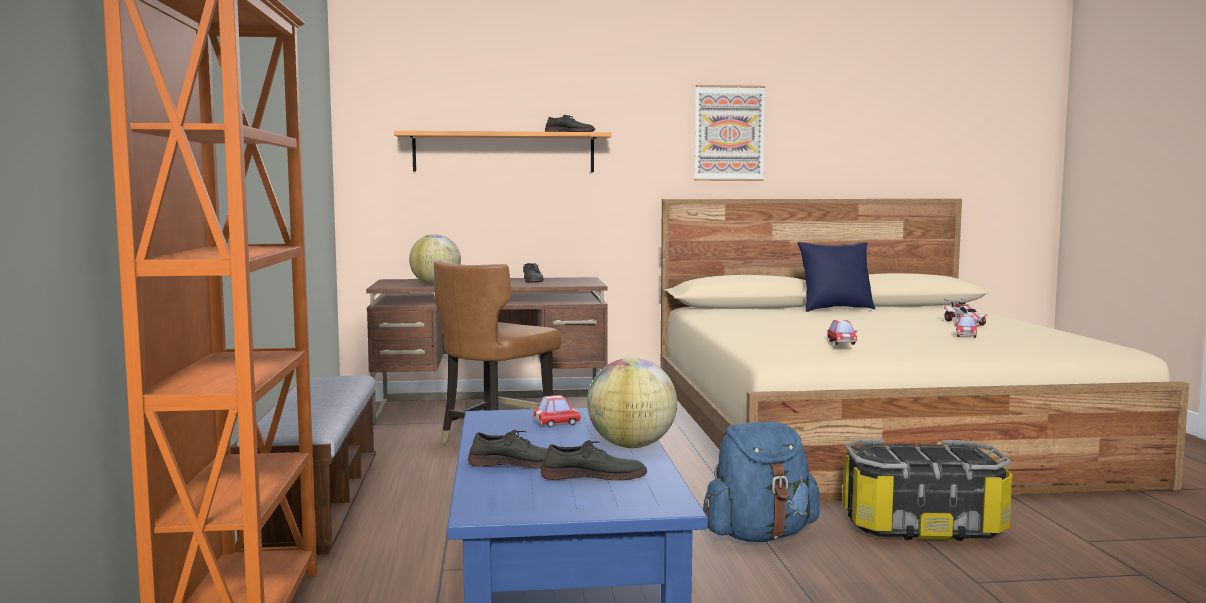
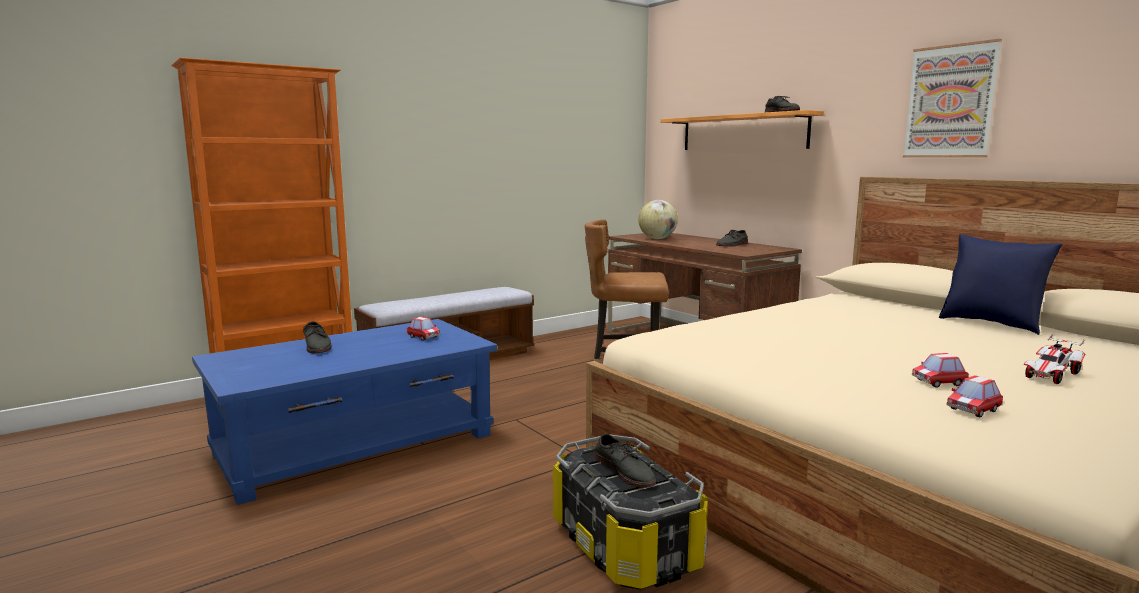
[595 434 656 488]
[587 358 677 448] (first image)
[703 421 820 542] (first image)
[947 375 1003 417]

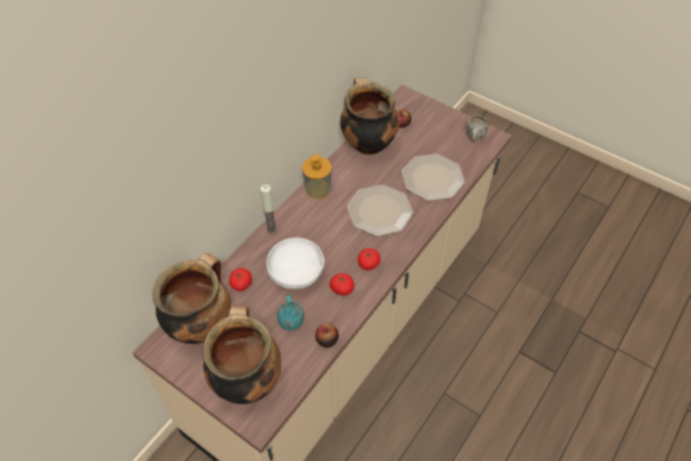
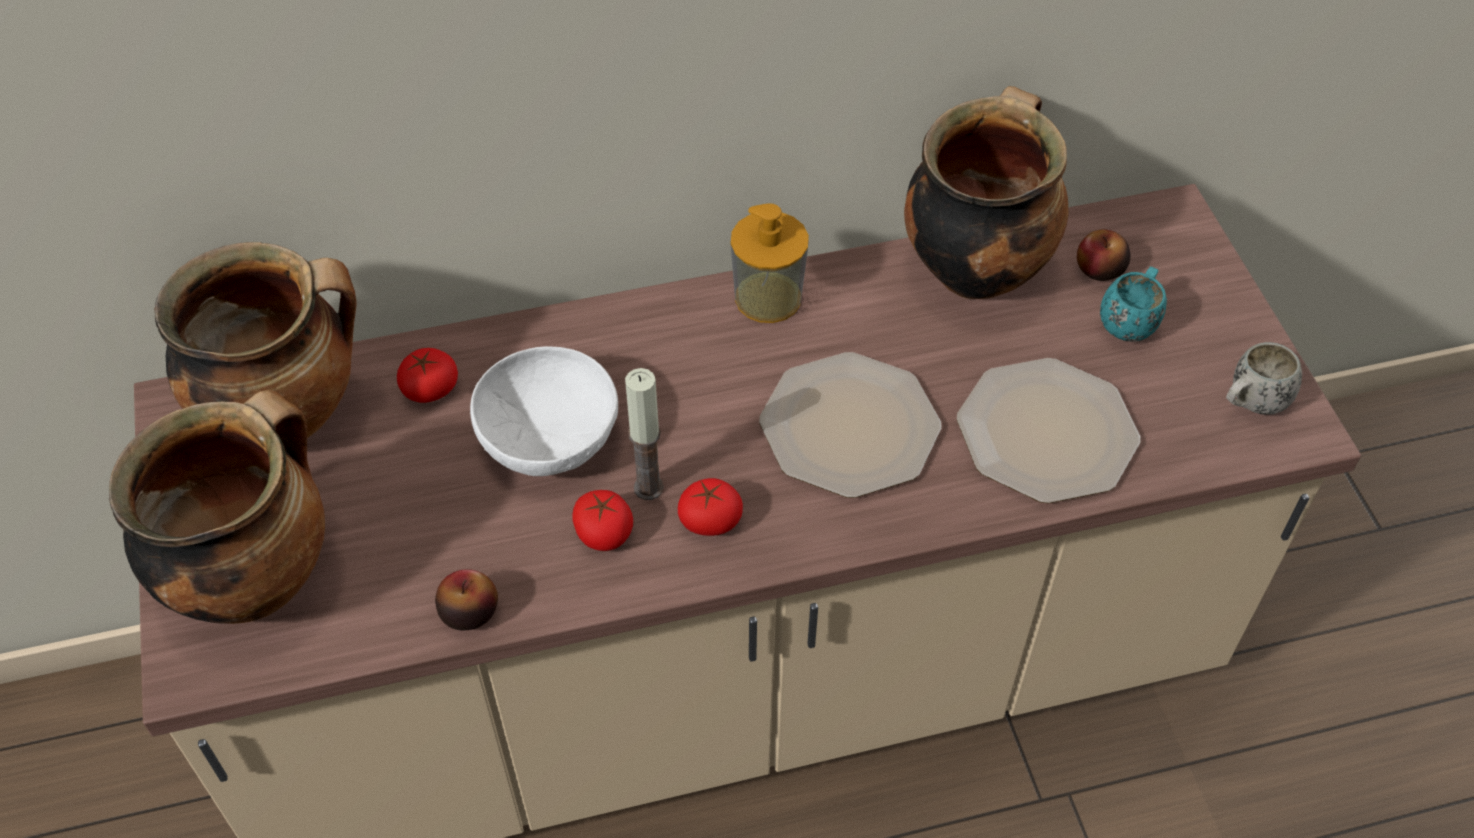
[625 368 664 500]
[1100 267 1167 342]

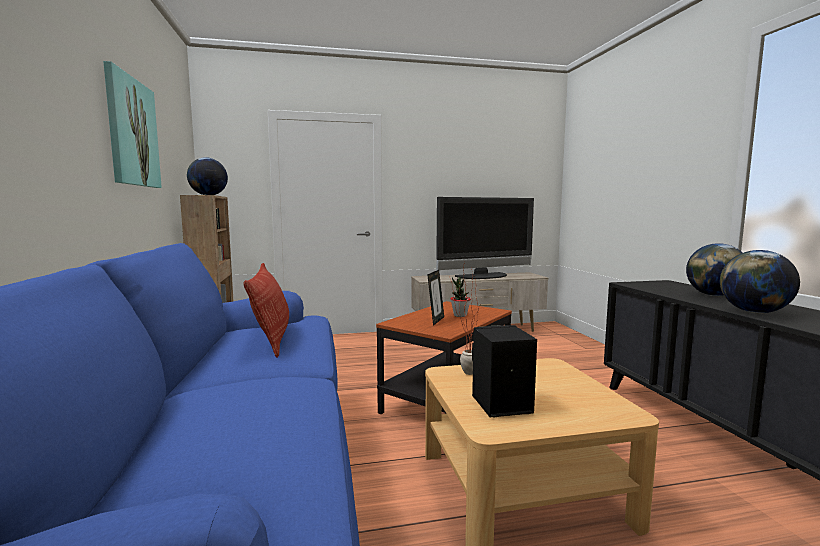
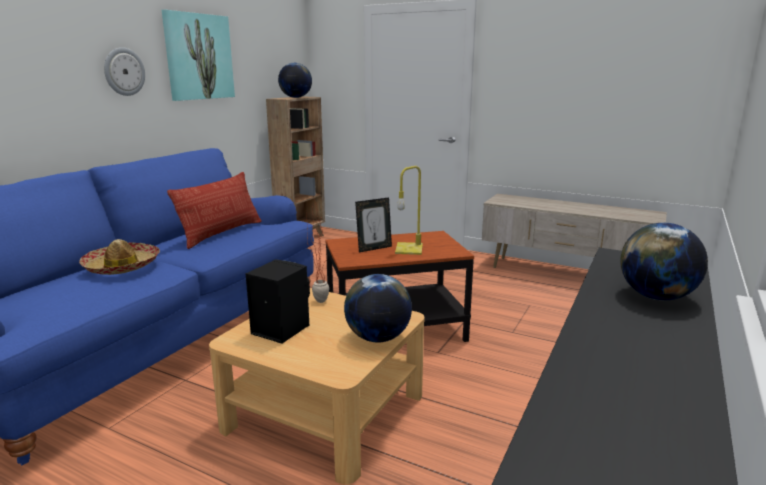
[436 197 534 279] (first image)
[395 166 423 255]
[344 274 412 343]
[79 239 160 275]
[104 47 145 96]

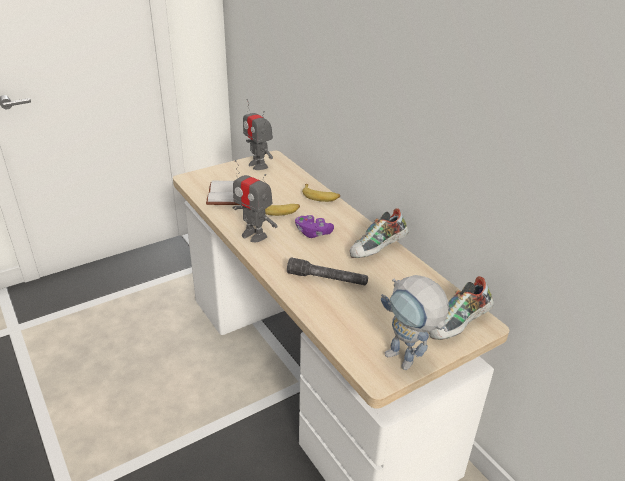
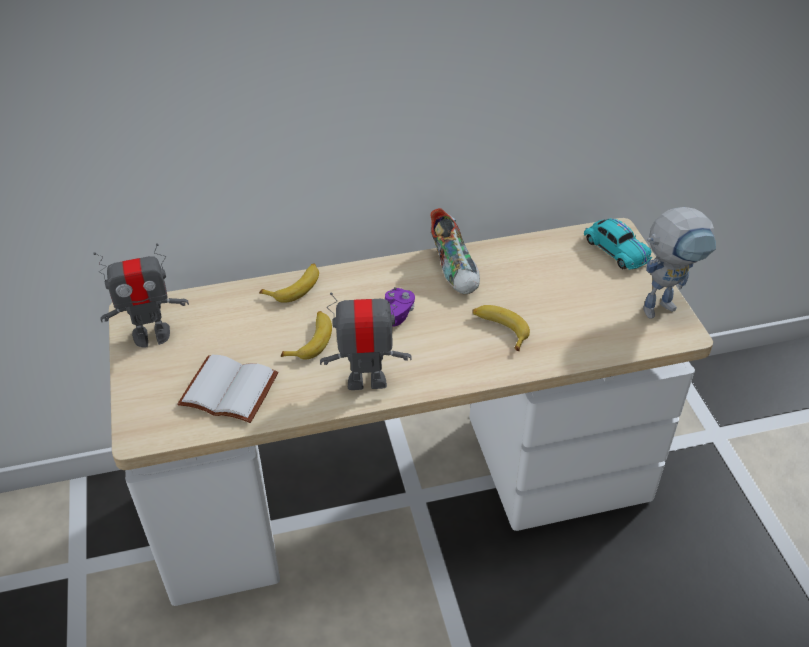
[320 287 412 390]
[472 305 530 351]
[584 219 652 270]

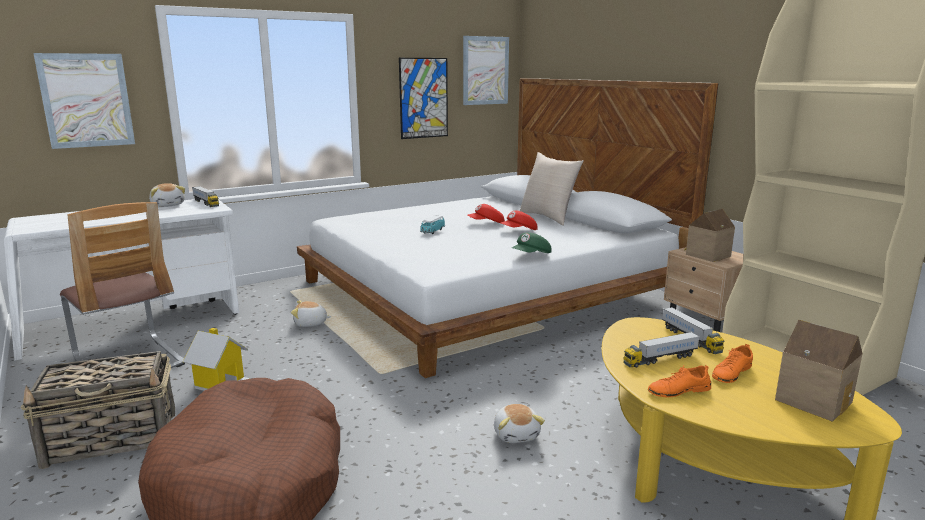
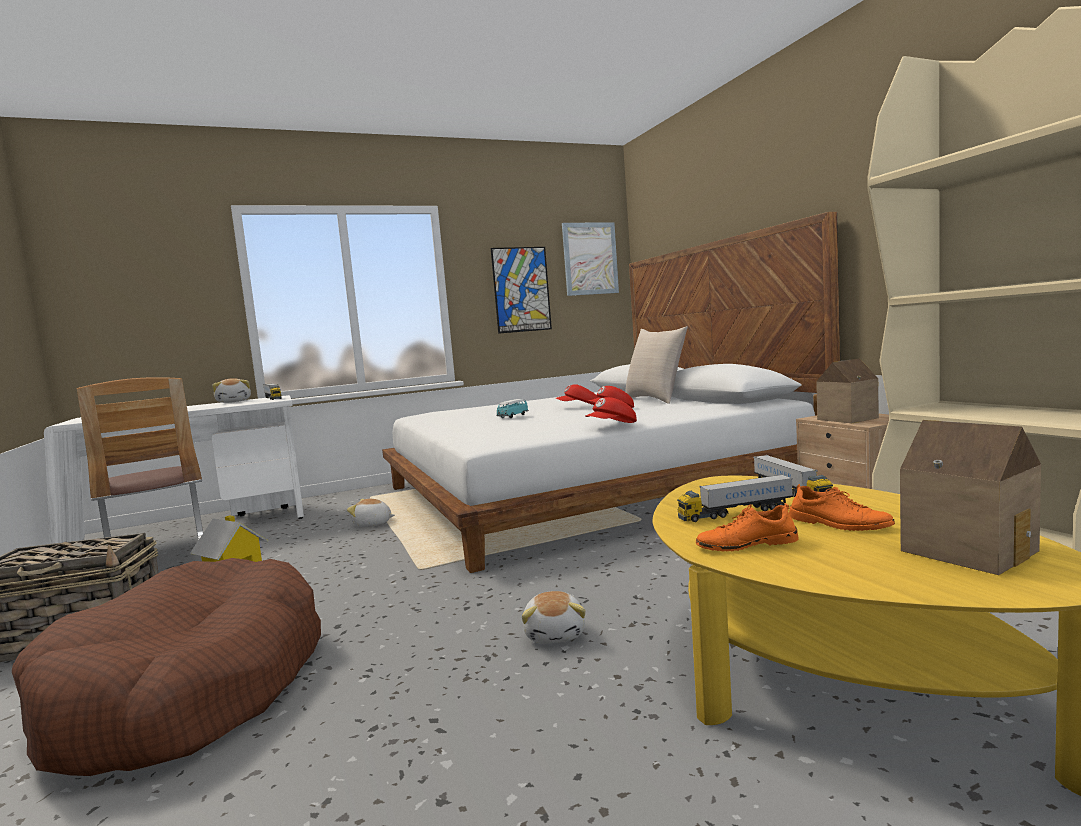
[33 53 135 149] (first image)
[585 397 637 423]
[789 484 895 531]

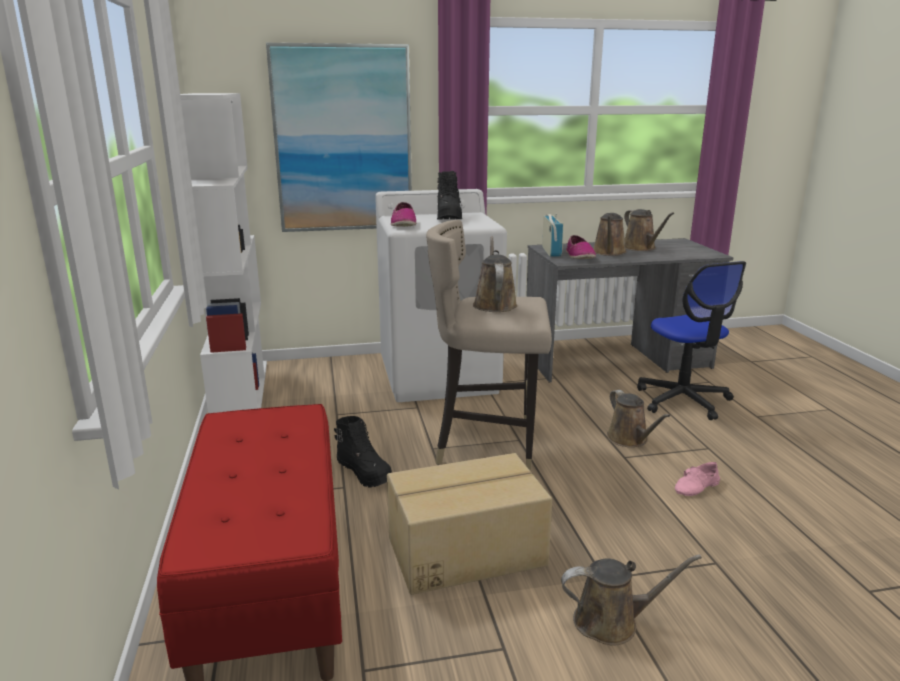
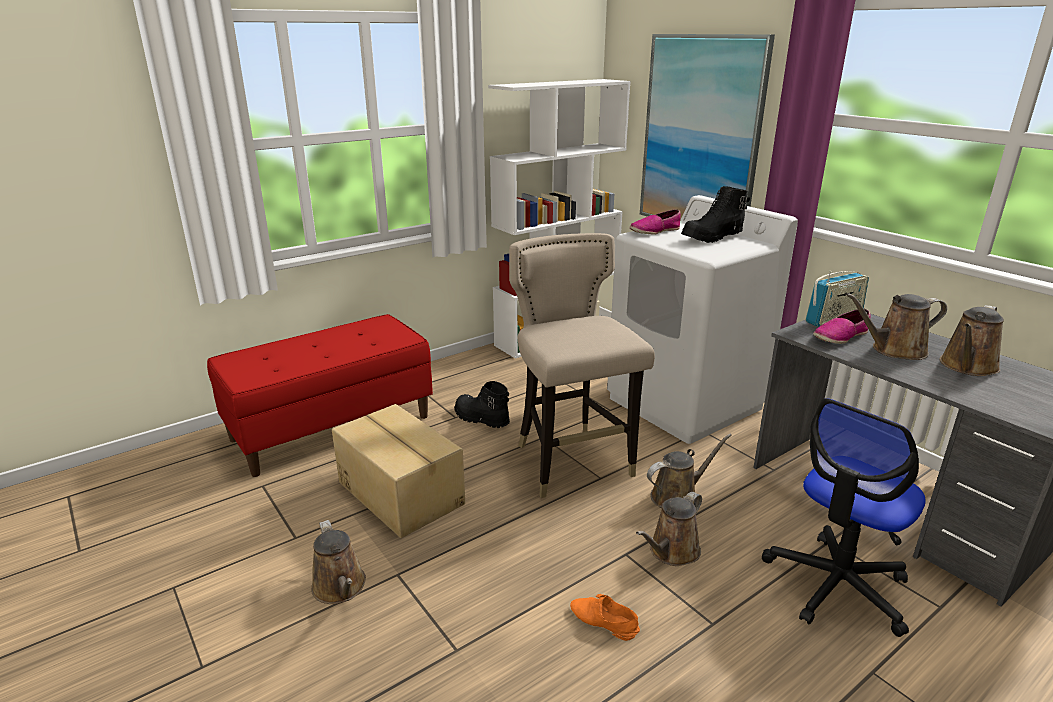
[454 381 510 428]
[647 434 732 508]
[570 594 640 641]

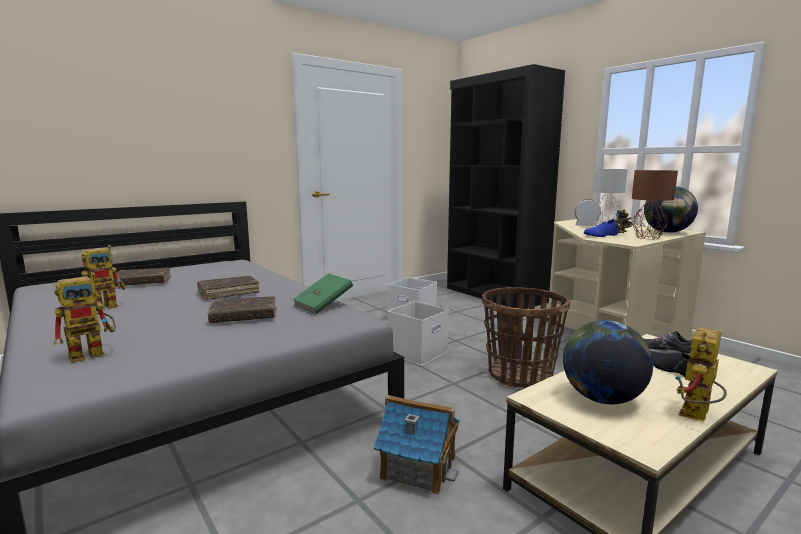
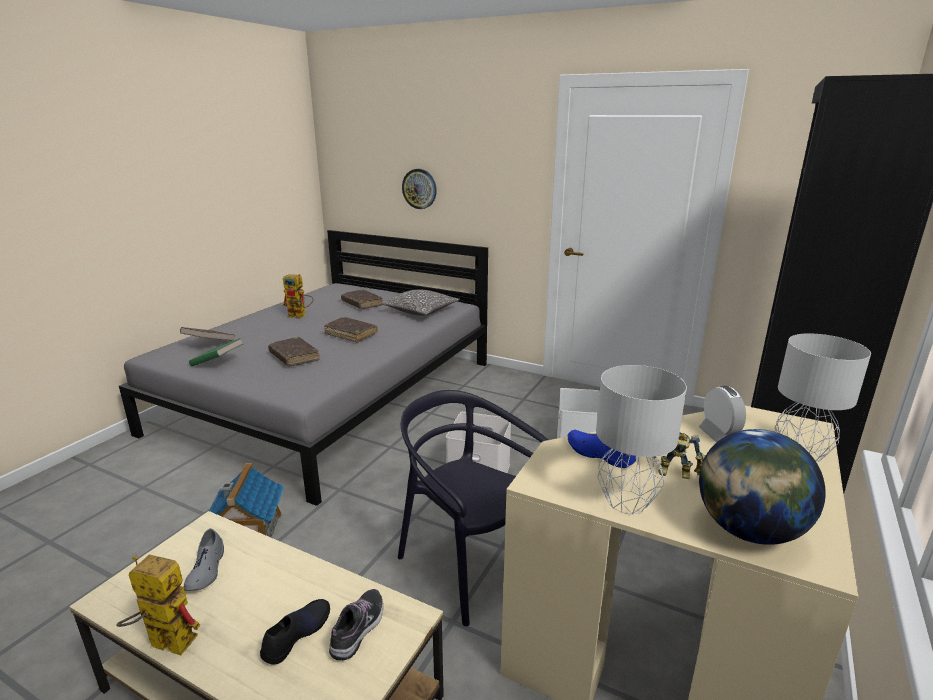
[180 327 234 341]
[189 338 243 367]
[398 390 548 626]
[184 528 224 591]
[596 365 687 514]
[380 290 459 316]
[402 169 437 209]

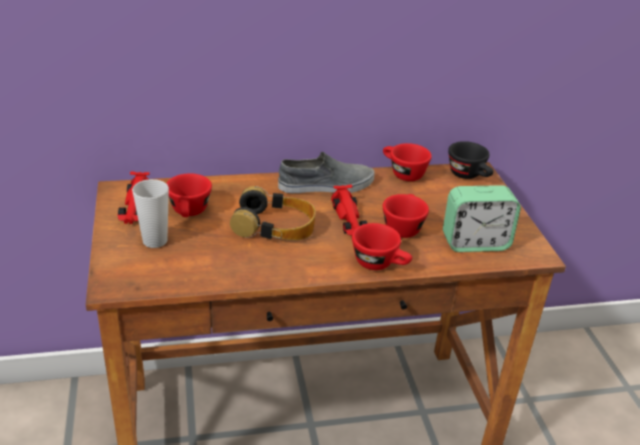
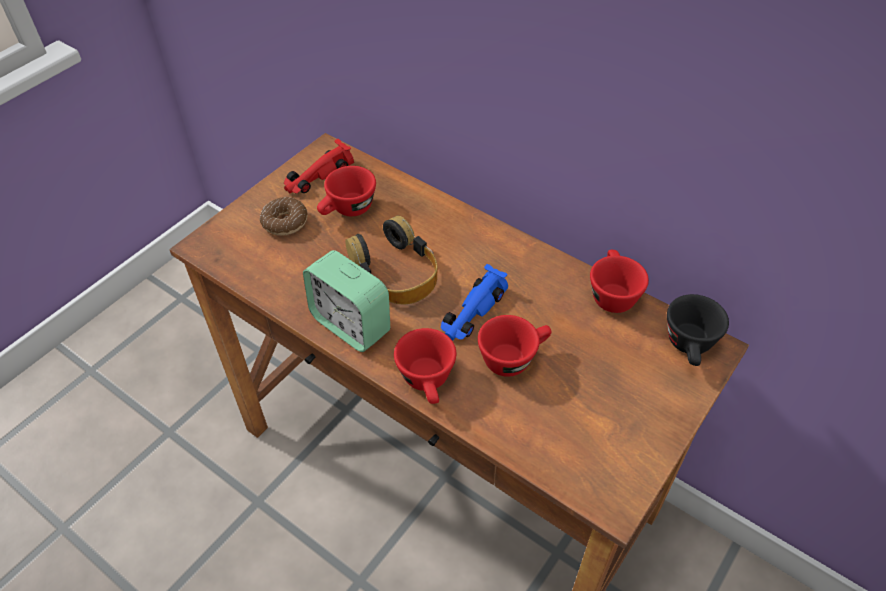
[260 197 308 235]
[278 152 375 193] (first image)
[441 264 508 340]
[303 250 390 352]

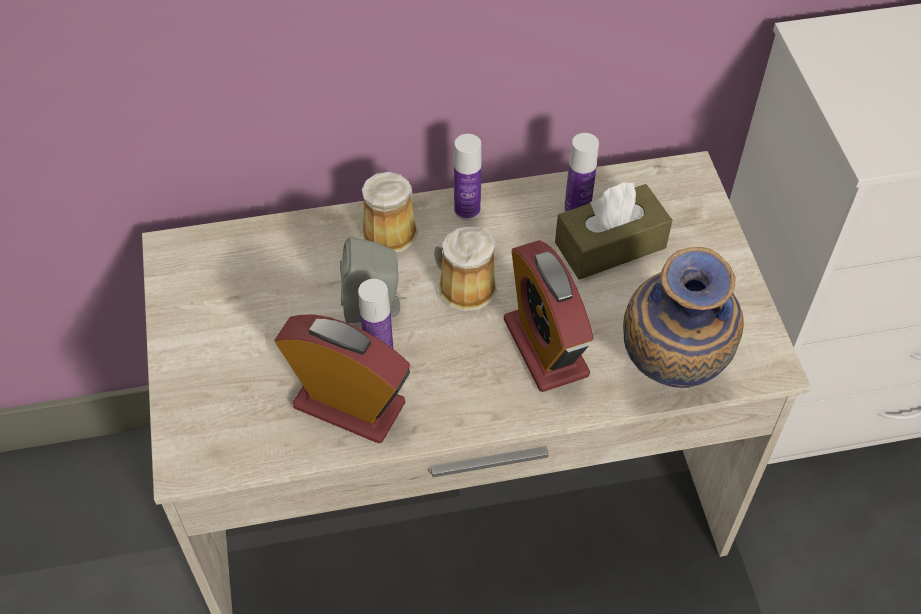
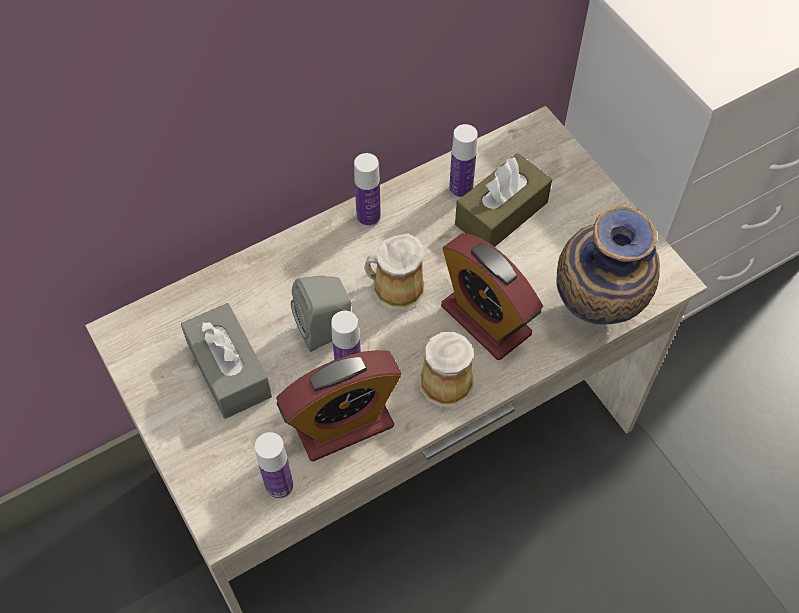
[276 350 402 462]
[419 332 474 407]
[181 303 272 419]
[255 432 293 499]

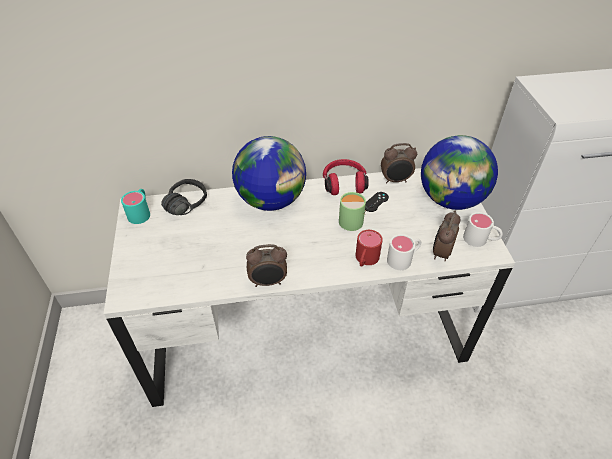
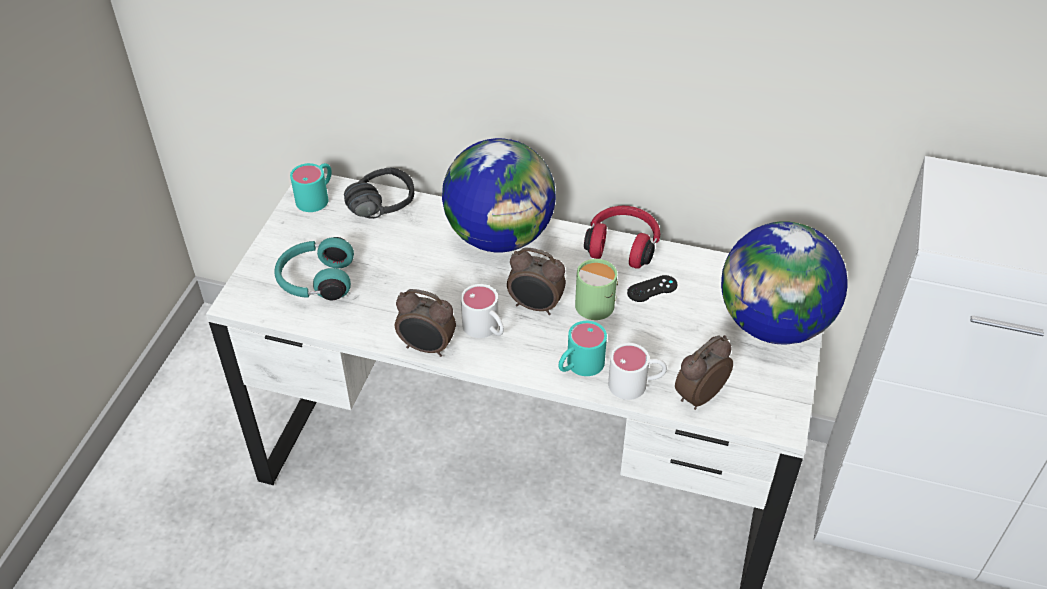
[558 321 607 376]
[507 248 566 315]
[461 284 504 338]
[274 237 354 300]

